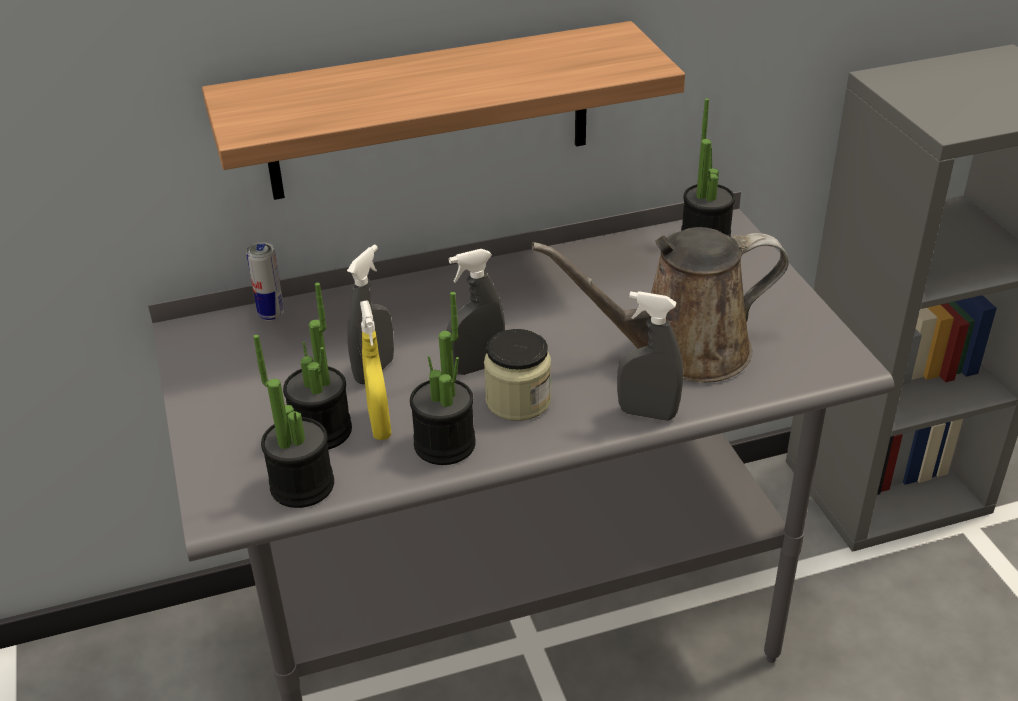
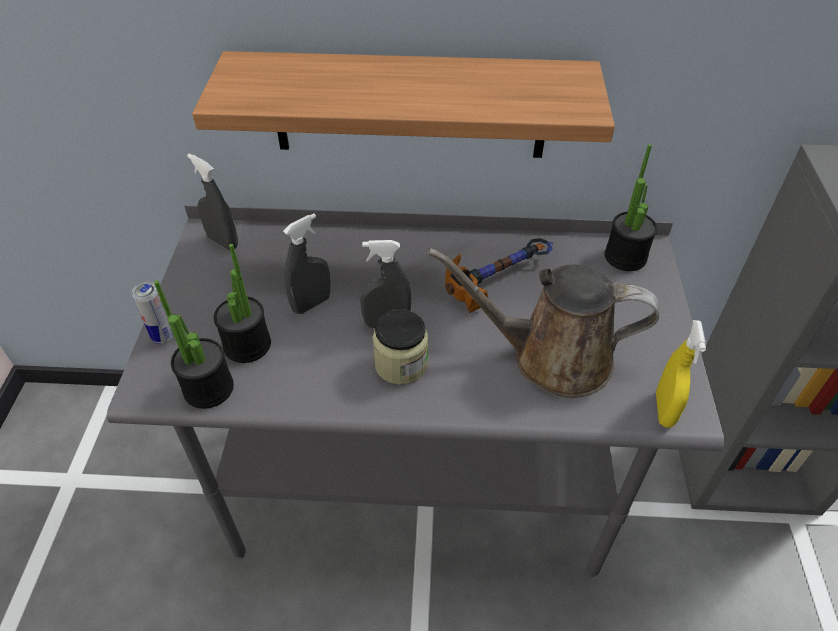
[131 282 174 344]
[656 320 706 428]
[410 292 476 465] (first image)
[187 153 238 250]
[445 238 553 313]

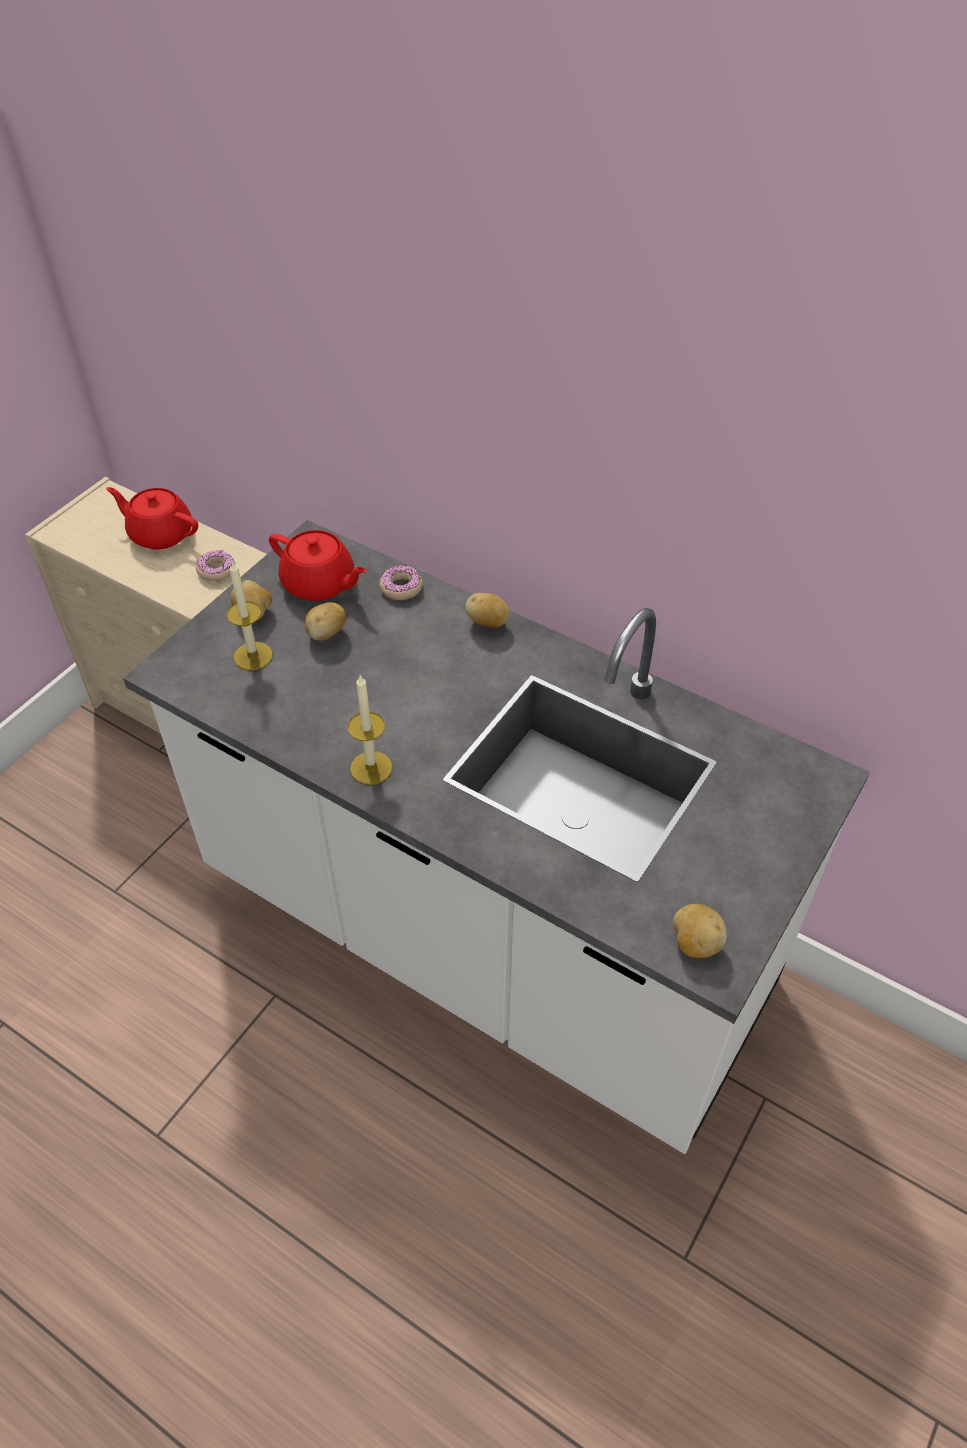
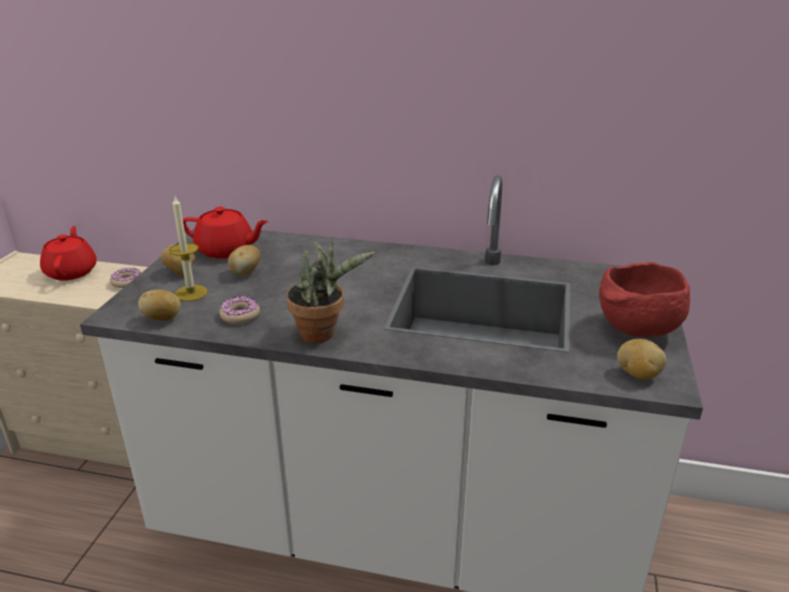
[40 226 97 280]
[286 237 375 343]
[219 296 260 324]
[138 290 181 321]
[599 262 690 337]

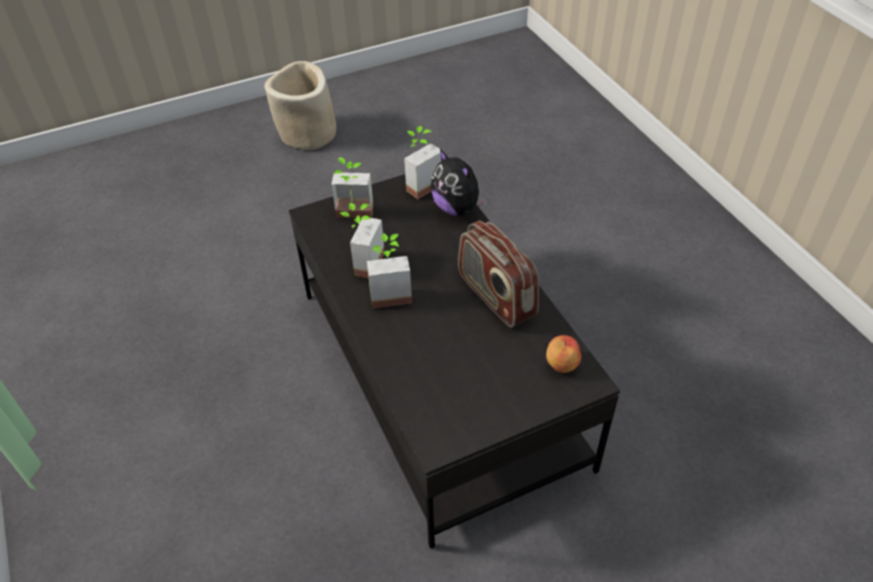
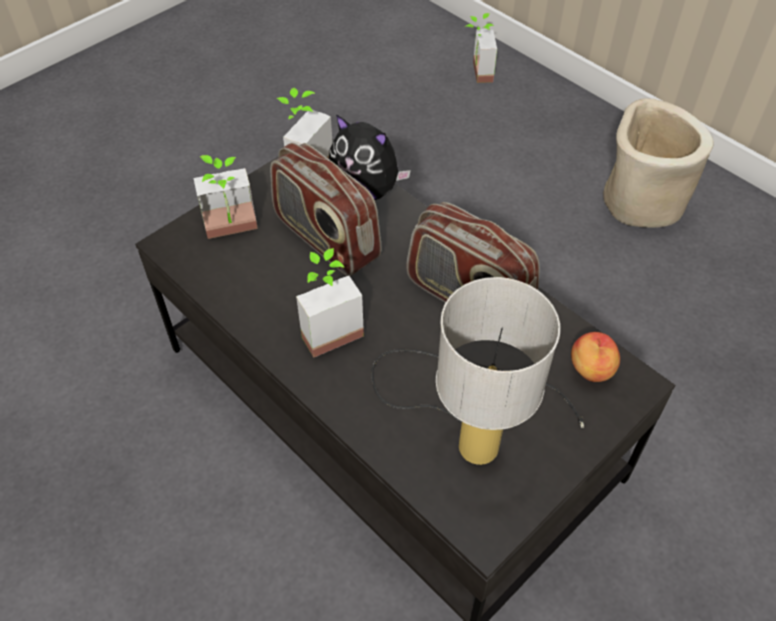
[603 98 714 228]
[466 13 497 83]
[270 143 381 276]
[371 277 584 465]

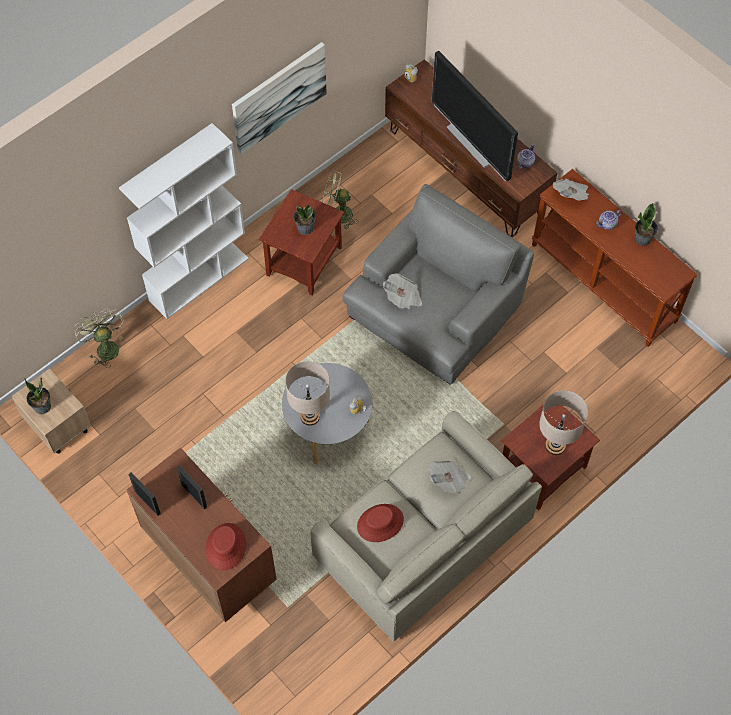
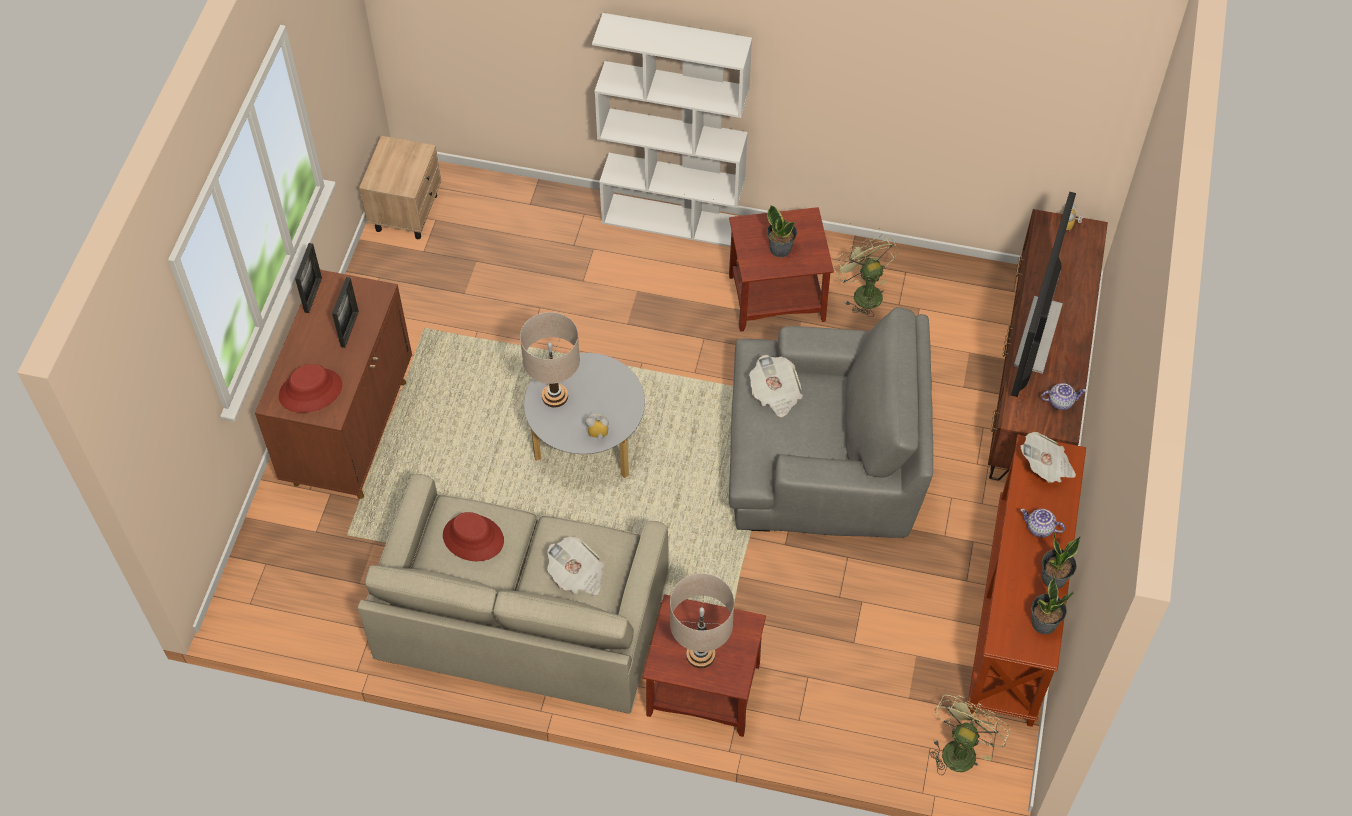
[1031 574 1074 634]
[930 695 1010 775]
[232 42 327 154] (first image)

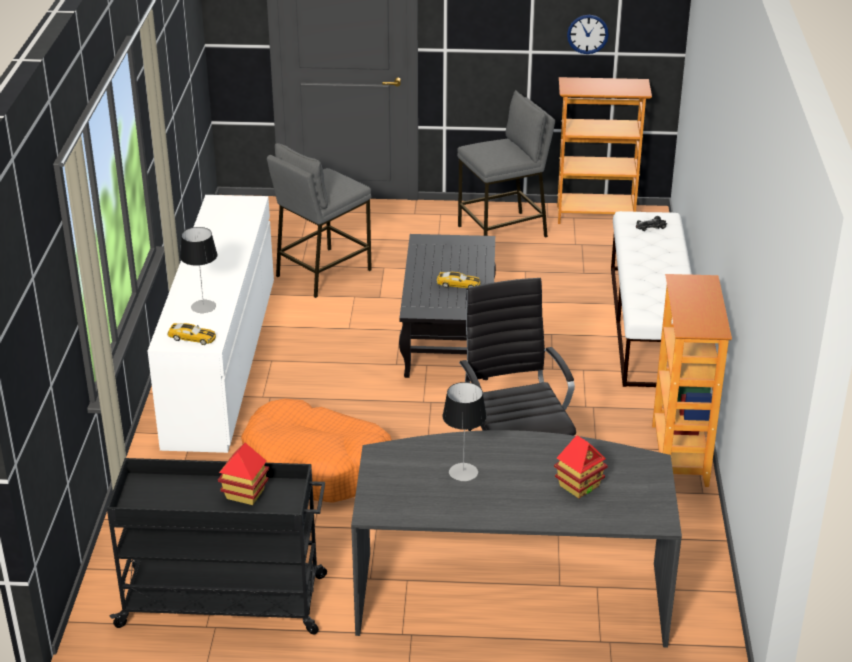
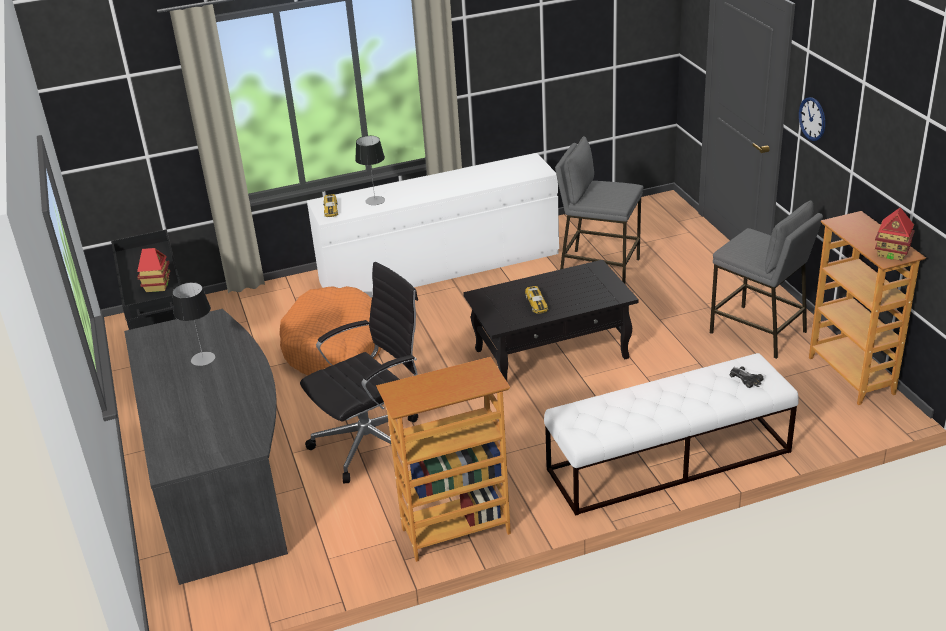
[875 207 915 261]
[799 97 825 141]

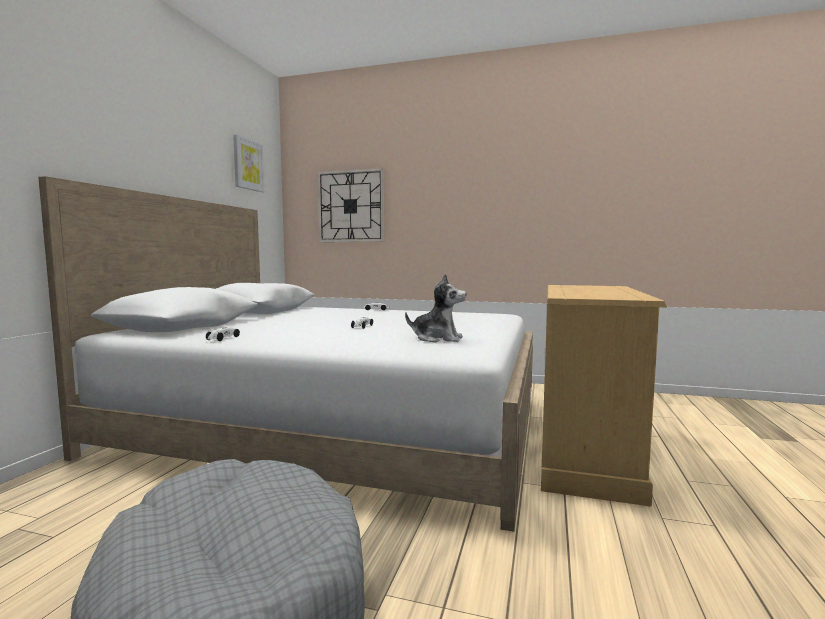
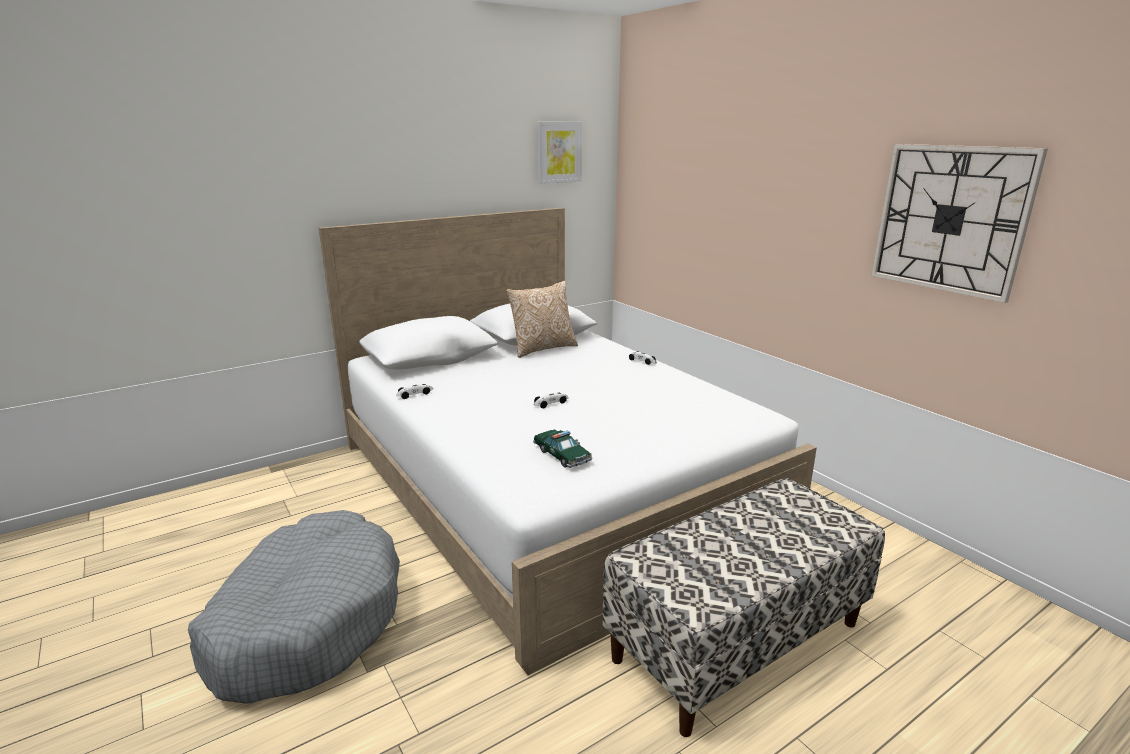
[871 144 1048 303]
[533 429 592 468]
[603 478 885 737]
[506 281 578 358]

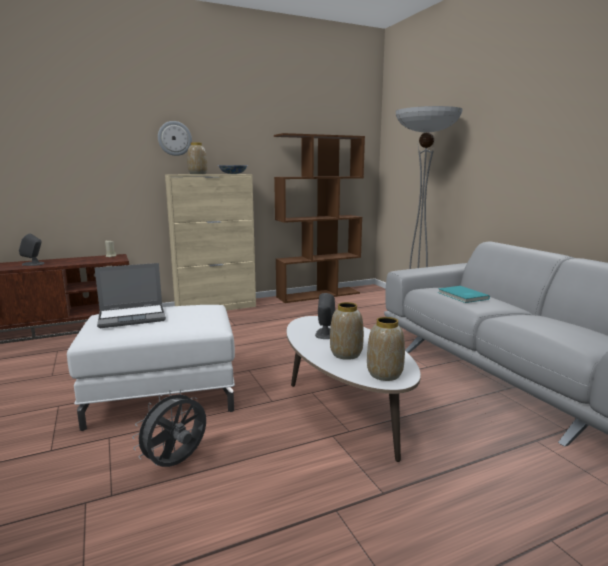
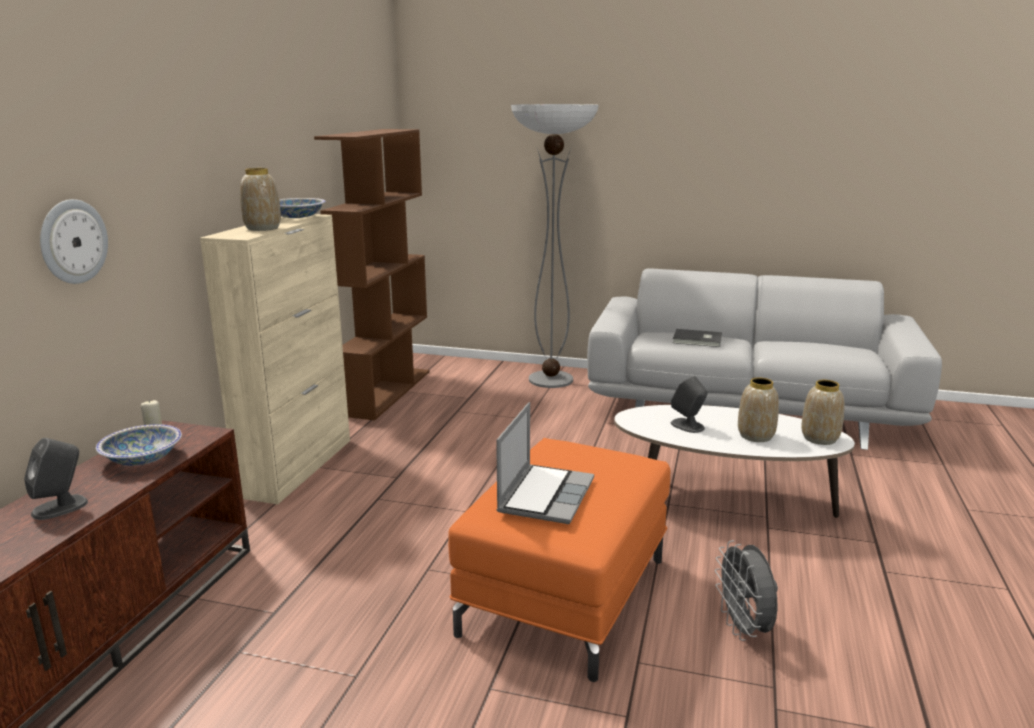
[448 438 670 682]
[40 199 108 284]
[673 329 722 347]
[96 424 182 466]

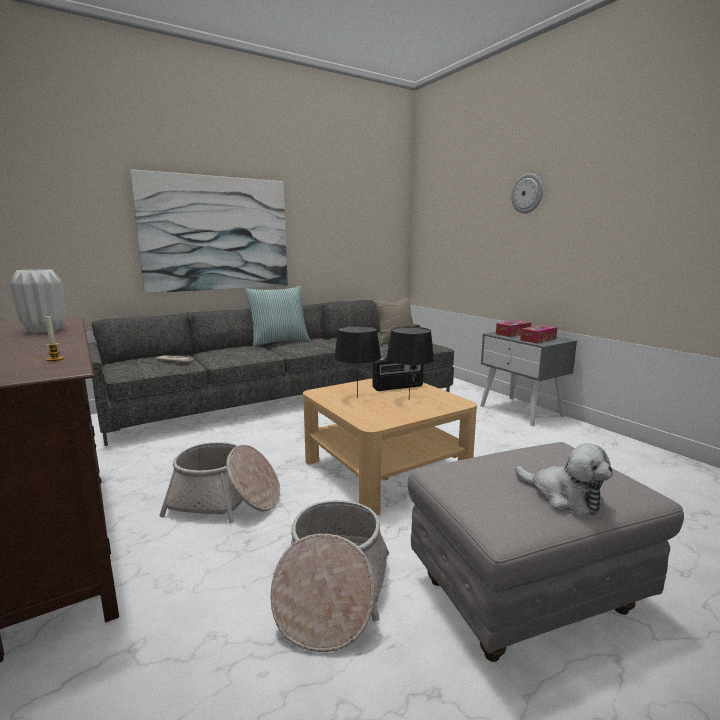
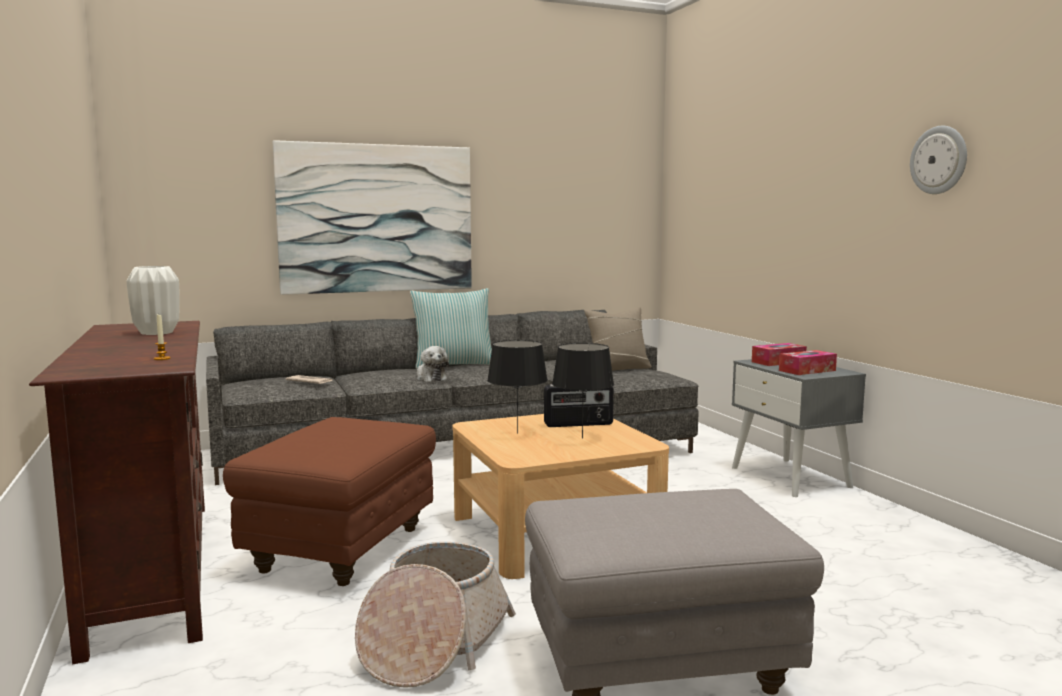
[223 417 436 586]
[910 126 967 194]
[417 346 449 382]

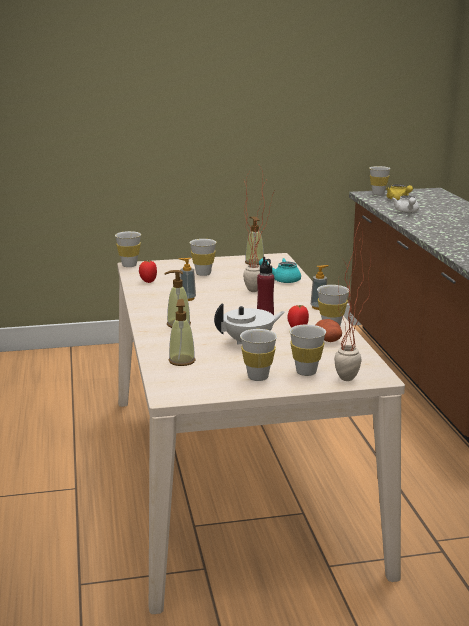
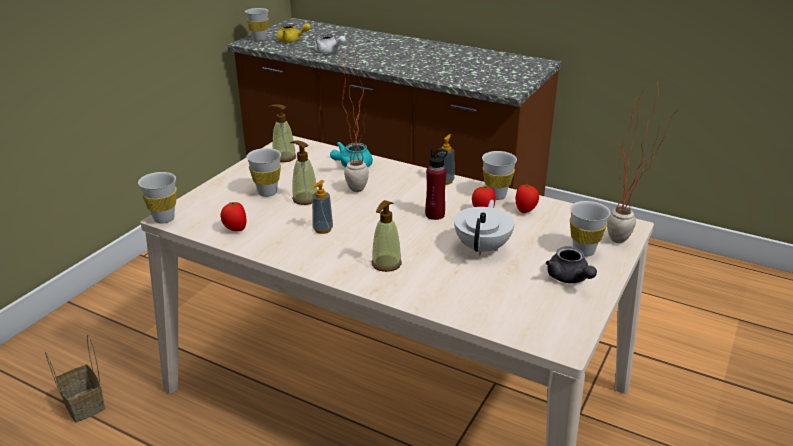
[290 140 317 205]
[546 246 597 283]
[516 183 539 213]
[45 335 106 422]

